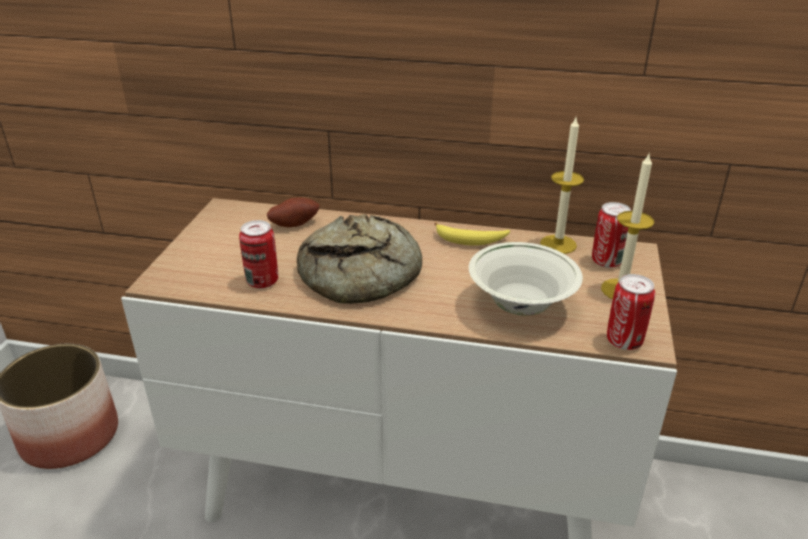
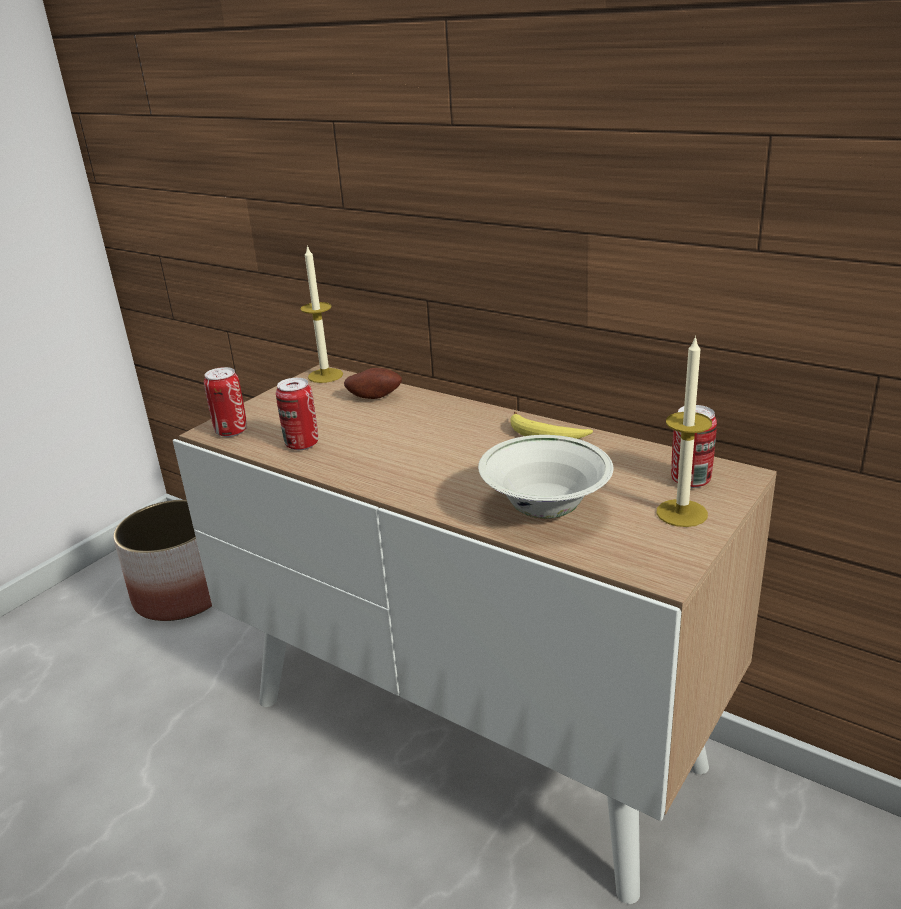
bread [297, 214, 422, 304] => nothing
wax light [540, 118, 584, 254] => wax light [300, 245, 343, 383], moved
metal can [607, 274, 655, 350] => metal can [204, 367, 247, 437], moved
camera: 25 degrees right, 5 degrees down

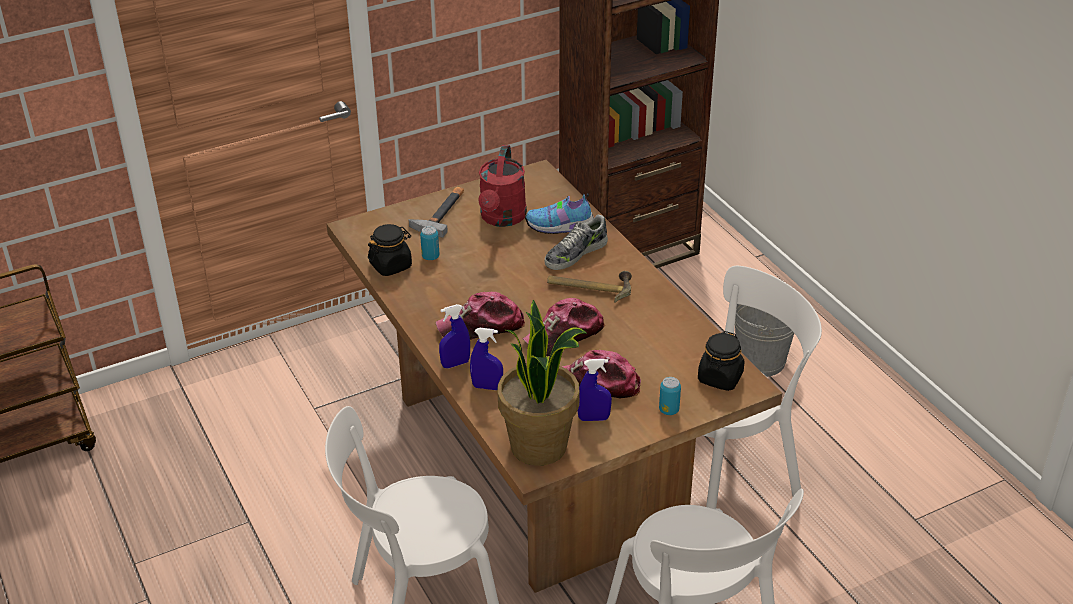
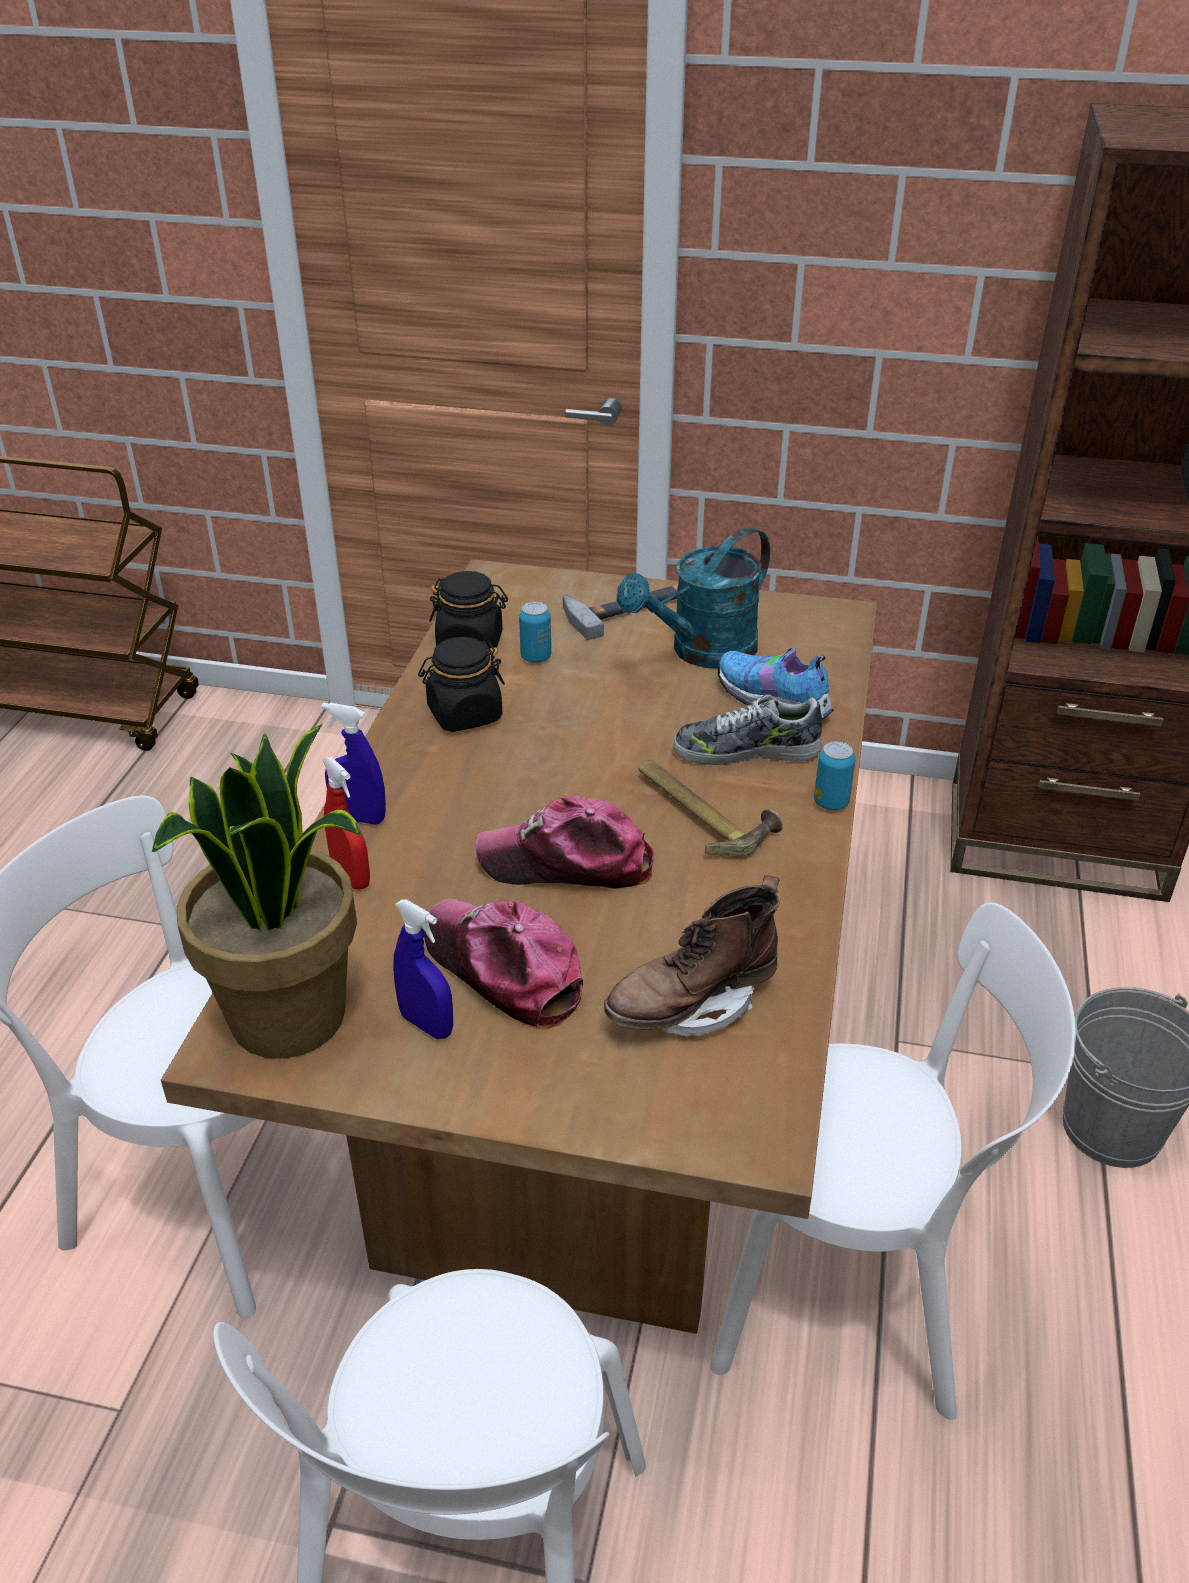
peaked cap [436, 292, 525, 340] => nothing
nothing => tall boot in brown [604, 875, 780, 1037]
metal can [659, 377, 681, 415] => metal can [814, 741, 856, 810], moved
storage jar in blackish [698, 331, 745, 391] => storage jar in blackish [418, 637, 505, 732], moved
sprayer in bluish [470, 328, 503, 390] => sprayer in reddish [322, 757, 370, 890]
watering pot in reddish [478, 145, 527, 227] => watering pot in blue-green [617, 527, 770, 668]
camera: 40 degrees right, 0 degrees up

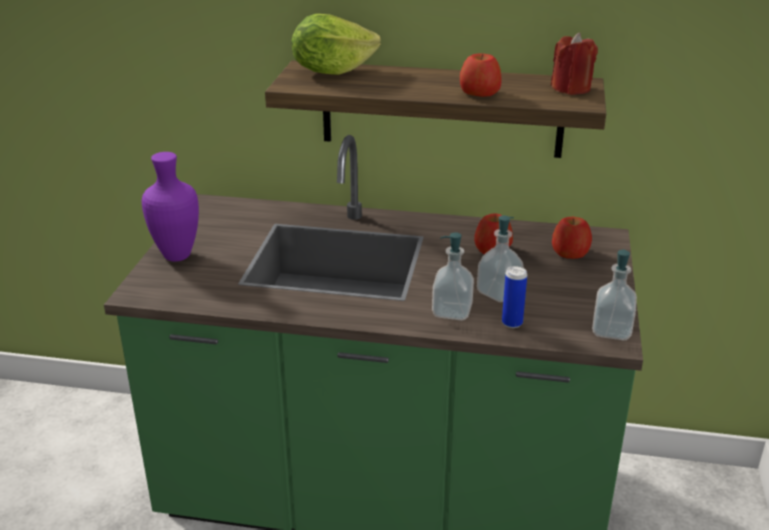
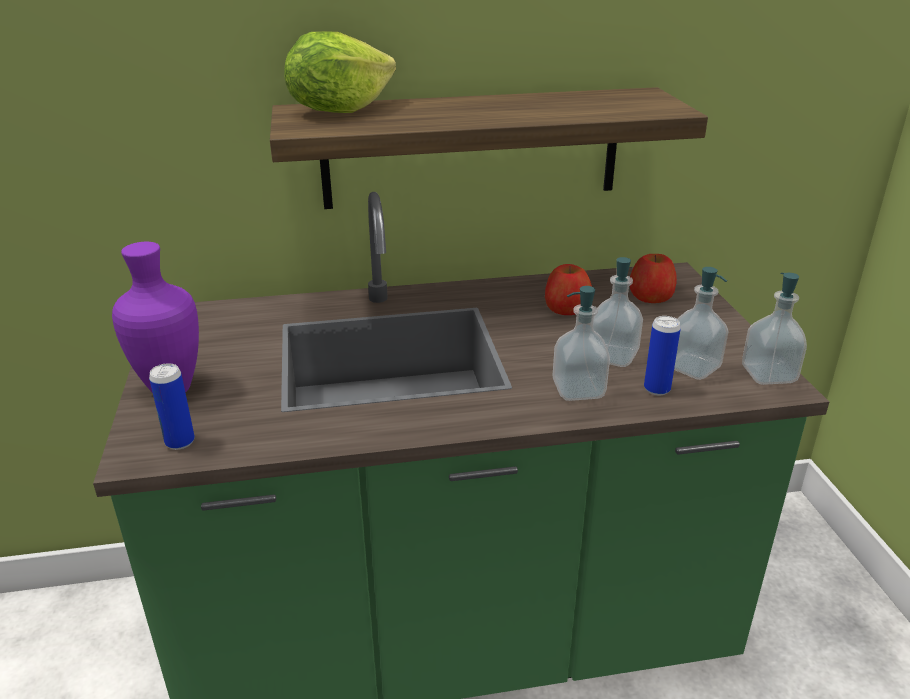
apple fruit [460, 53, 502, 97] => nothing
wax light in reddish [551, 33, 598, 95] => nothing
nothing => metal can [149, 363, 195, 450]
nothing => liquid soap bottle [674, 267, 729, 380]
camera: 20 degrees left, 0 degrees up

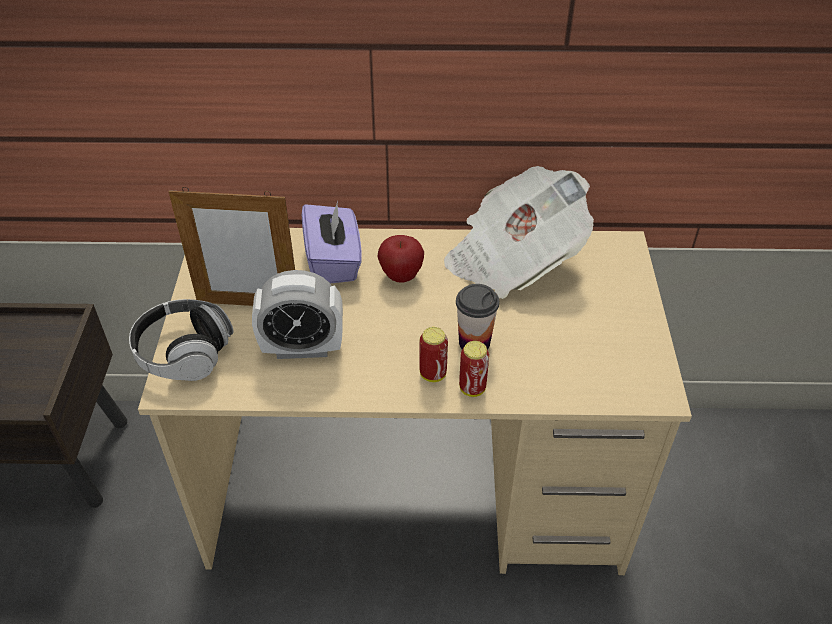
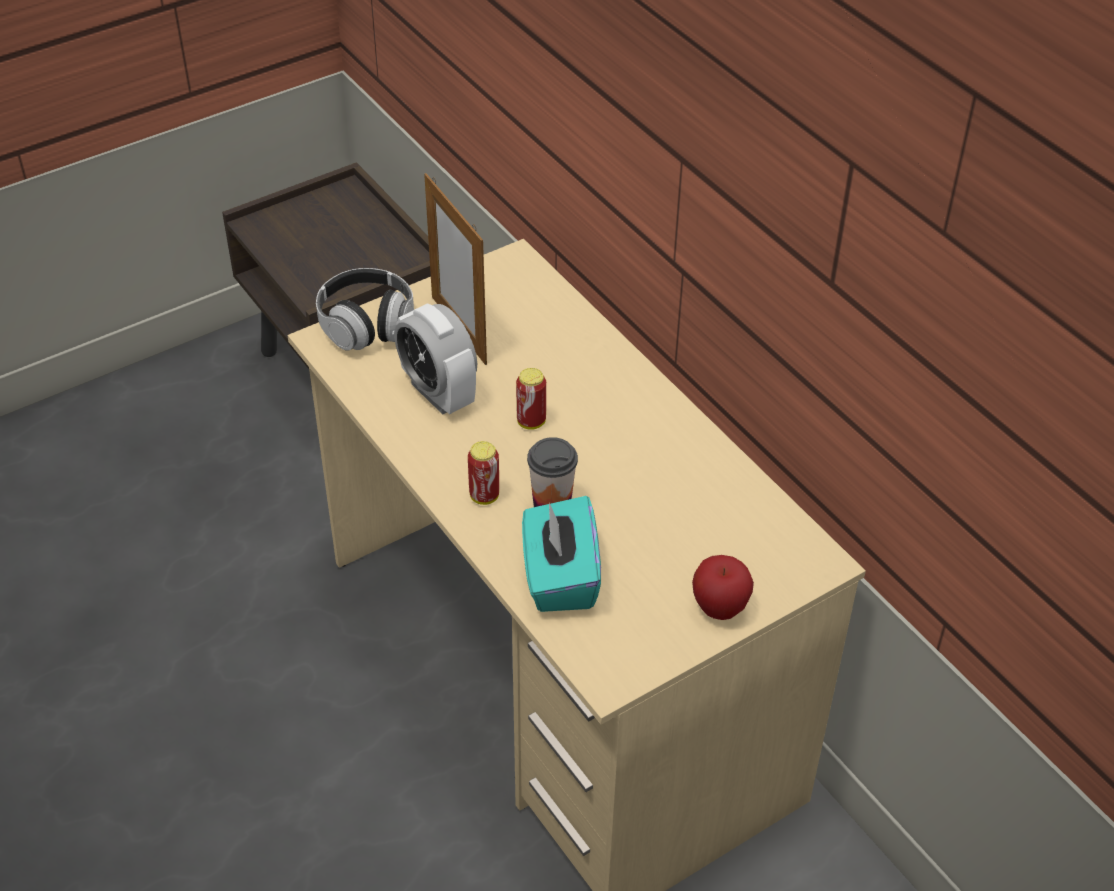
box of tissues in purple-coloured [302, 201, 362, 284] => nothing
daily paper [444, 166, 594, 299] => nothing
nothing => box of tissues in blue-green [522, 496, 601, 612]
apple fruit [378, 235, 424, 283] => apple fruit [692, 555, 754, 620], moved
metal can [459, 341, 489, 397] => metal can [516, 368, 546, 430], moved
camera: 55 degrees right, 0 degrees up

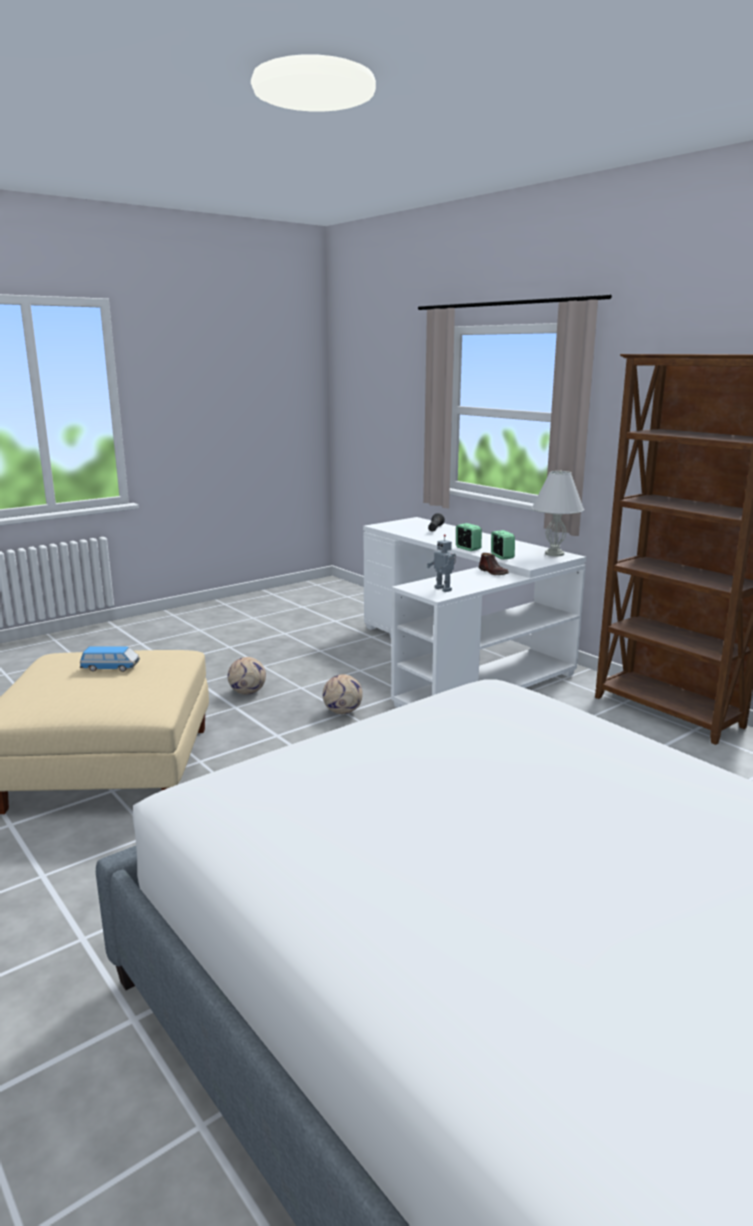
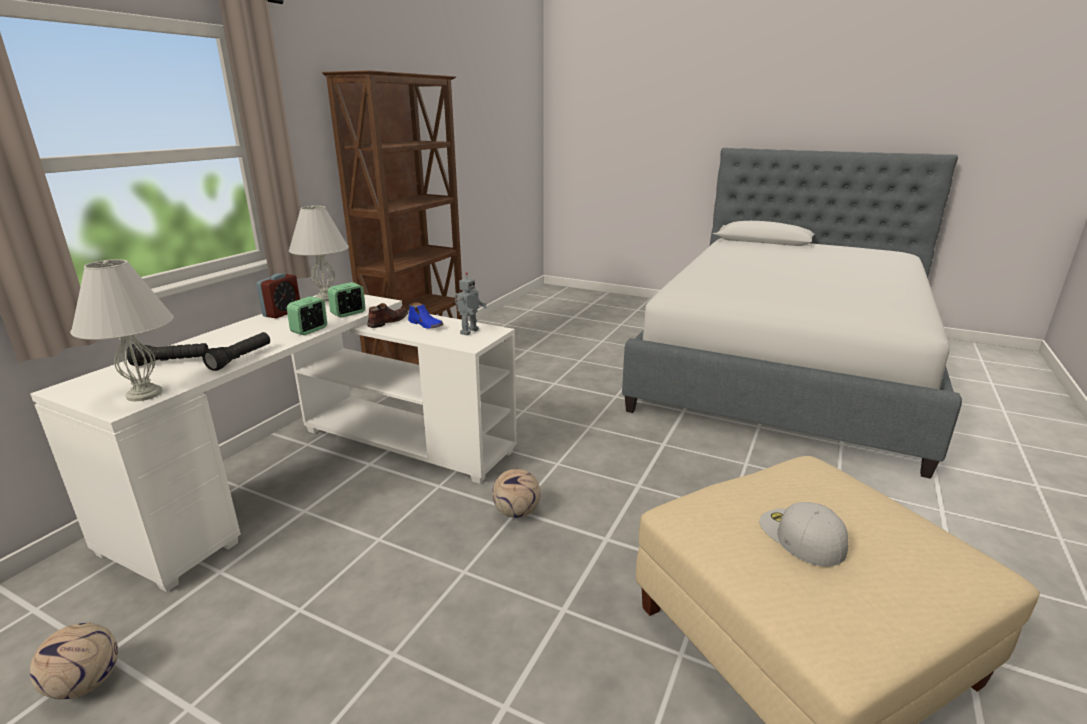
nothing => table lamp in white-coloured [70, 259, 174, 402]
nothing => flashlight in blackish [203, 332, 270, 371]
nothing => bedside clock [256, 273, 300, 318]
nothing => item of footwear in bluish [408, 303, 444, 329]
football ball [227, 657, 266, 695] => football ball [30, 623, 118, 699], moved
model car [80, 647, 140, 672] => peaked cap in white-coloured [759, 502, 848, 567]
camera: 115 degrees left, 5 degrees up

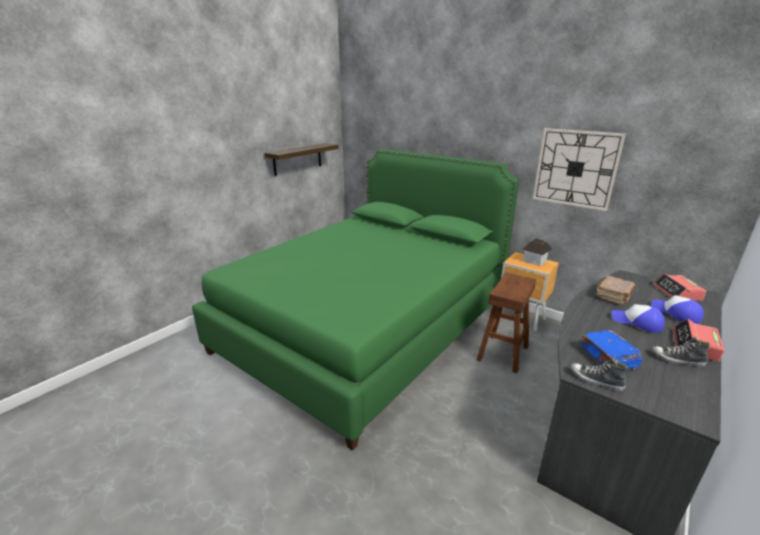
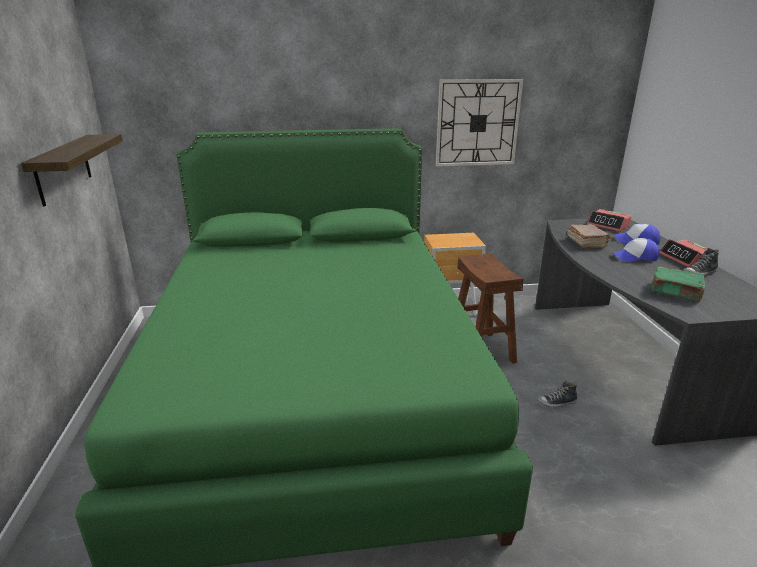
toy house [522, 238, 552, 266] => nothing
item of footwear [570, 357, 628, 391] => item of footwear [538, 380, 577, 408], moved
volume in bluish [582, 330, 642, 370] => volume in greenish [651, 267, 705, 302]
camera: 45 degrees left, 0 degrees up

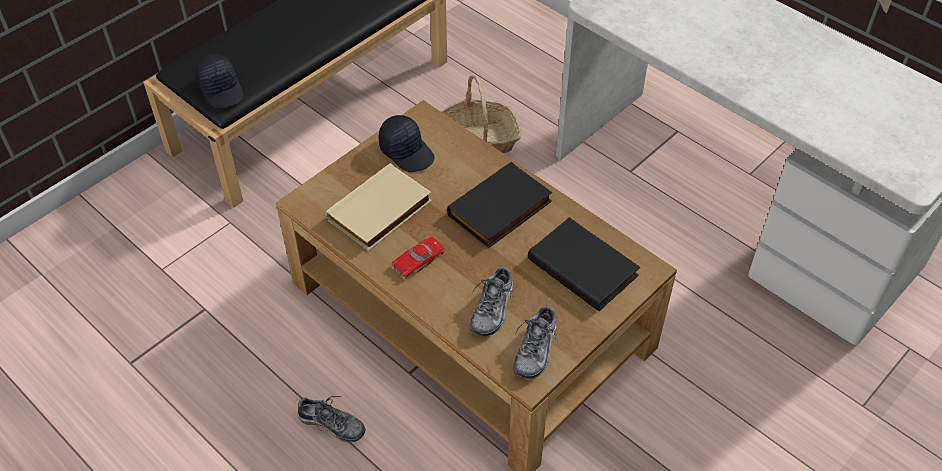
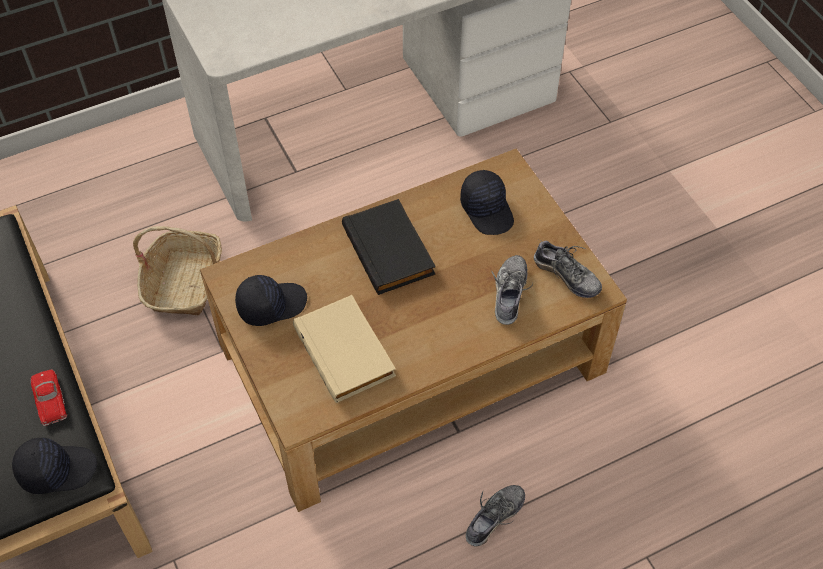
model car in reddish [391, 237, 445, 279] => model car in reddish [31, 370, 67, 426], moved
volume in blackish [528, 217, 640, 311] => peaked cap in blackish [460, 170, 514, 235]
item of footwear [470, 267, 513, 336] => item of footwear [492, 255, 533, 325], 120 degrees counterclockwise
camera: 70 degrees left, 5 degrees up

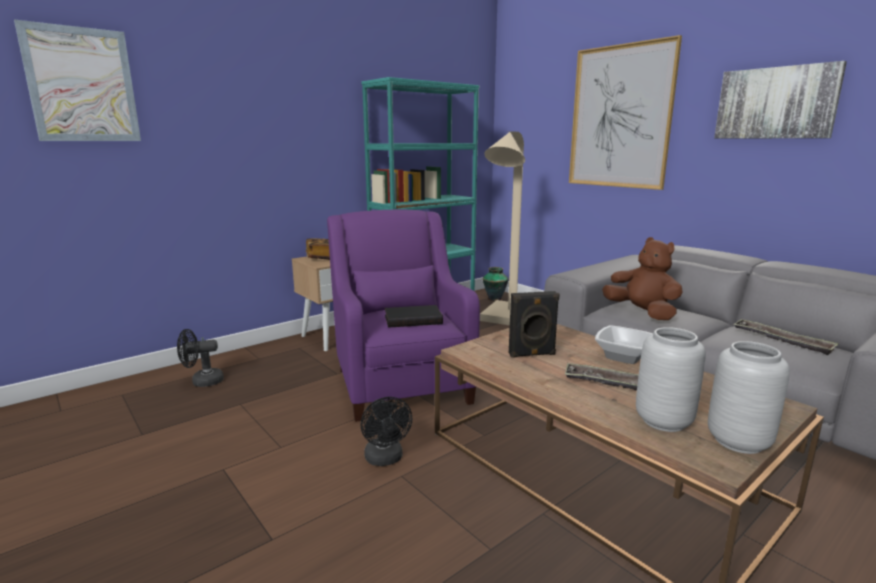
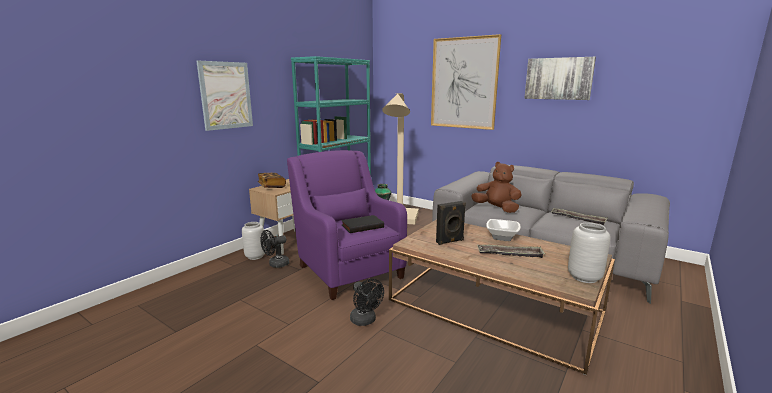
picture [14, 19, 141, 141] => picture [196, 61, 253, 131], moved
electric fan in blackish [177, 329, 224, 387] => electric fan in blackish [260, 230, 289, 268], moved
flower vase in greyish [636, 327, 706, 432] => flower vase in greyish [242, 222, 266, 260], moved
camera: 15 degrees left, 0 degrees up

